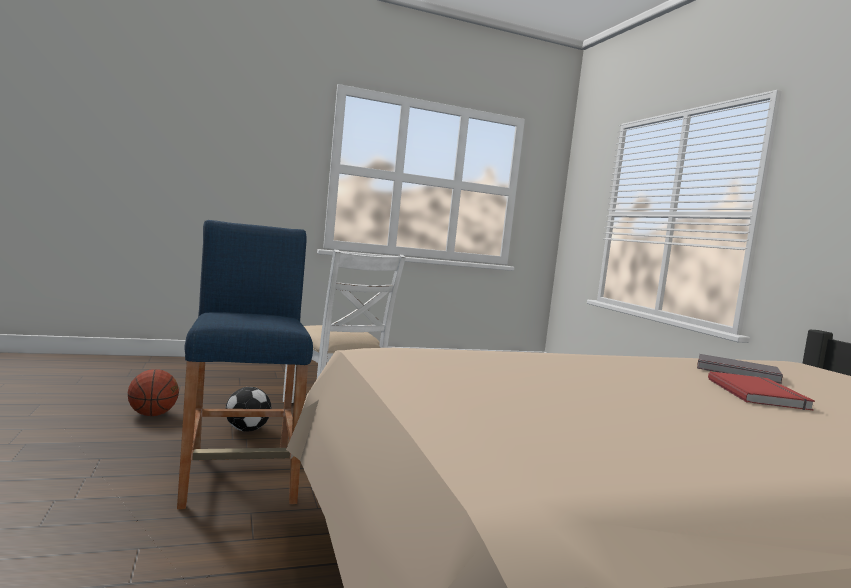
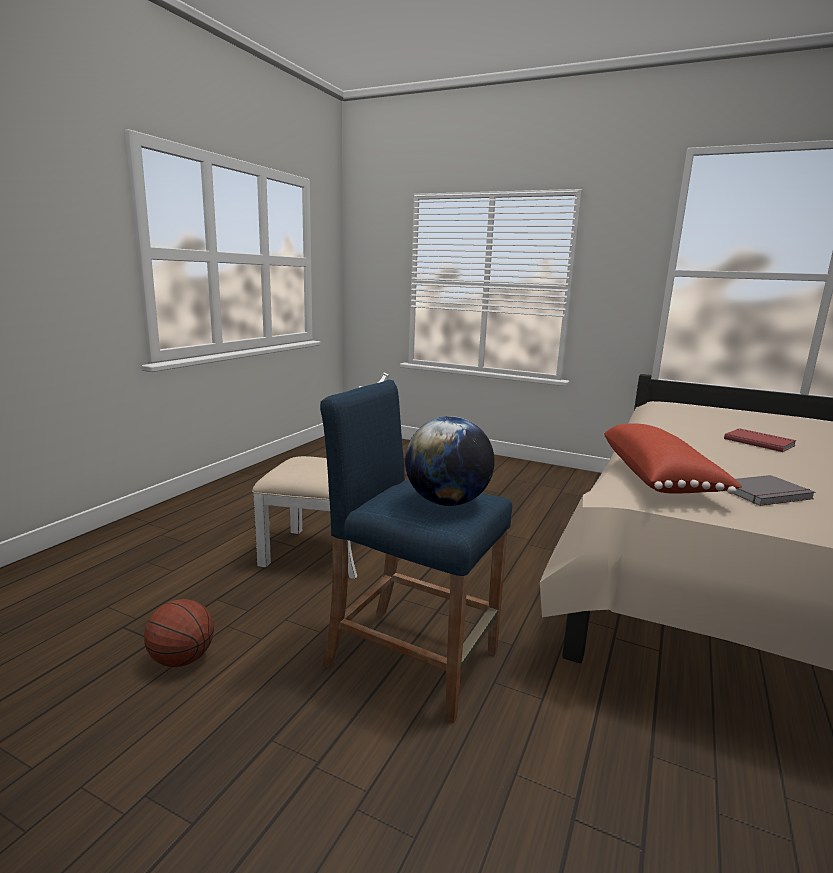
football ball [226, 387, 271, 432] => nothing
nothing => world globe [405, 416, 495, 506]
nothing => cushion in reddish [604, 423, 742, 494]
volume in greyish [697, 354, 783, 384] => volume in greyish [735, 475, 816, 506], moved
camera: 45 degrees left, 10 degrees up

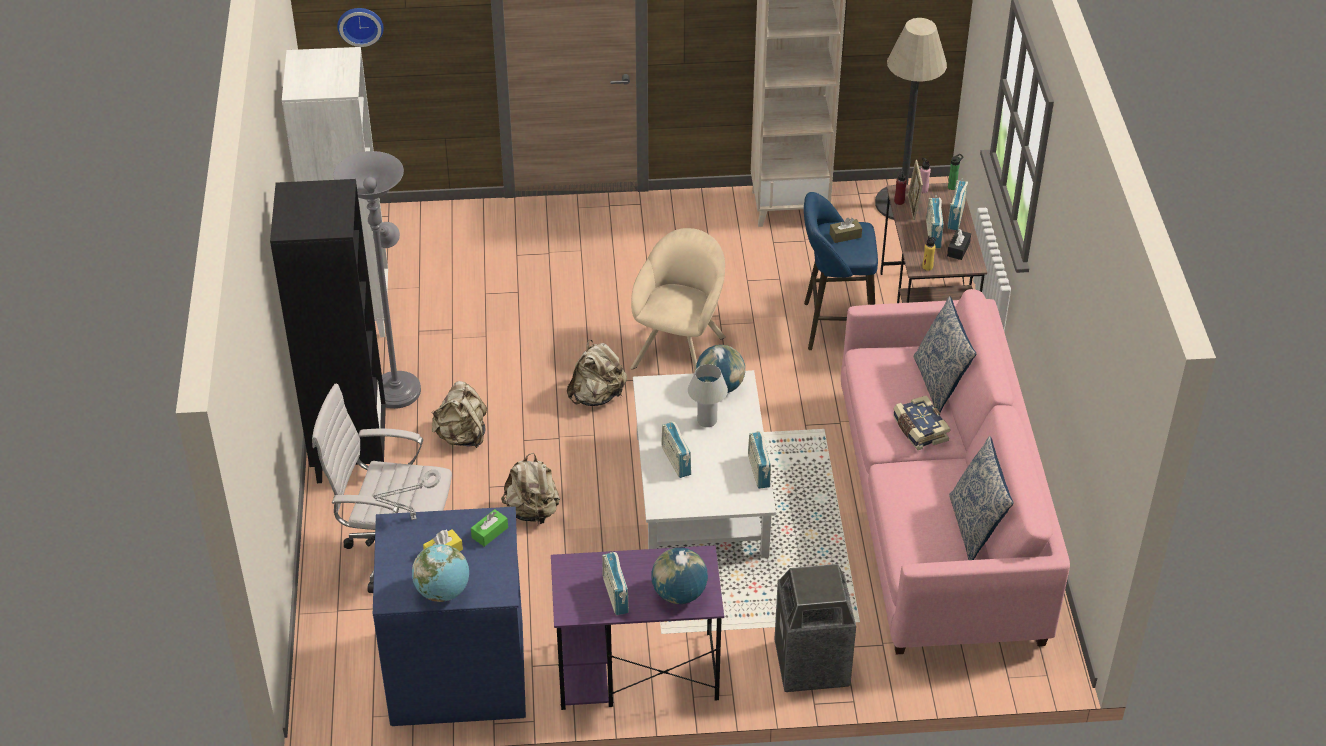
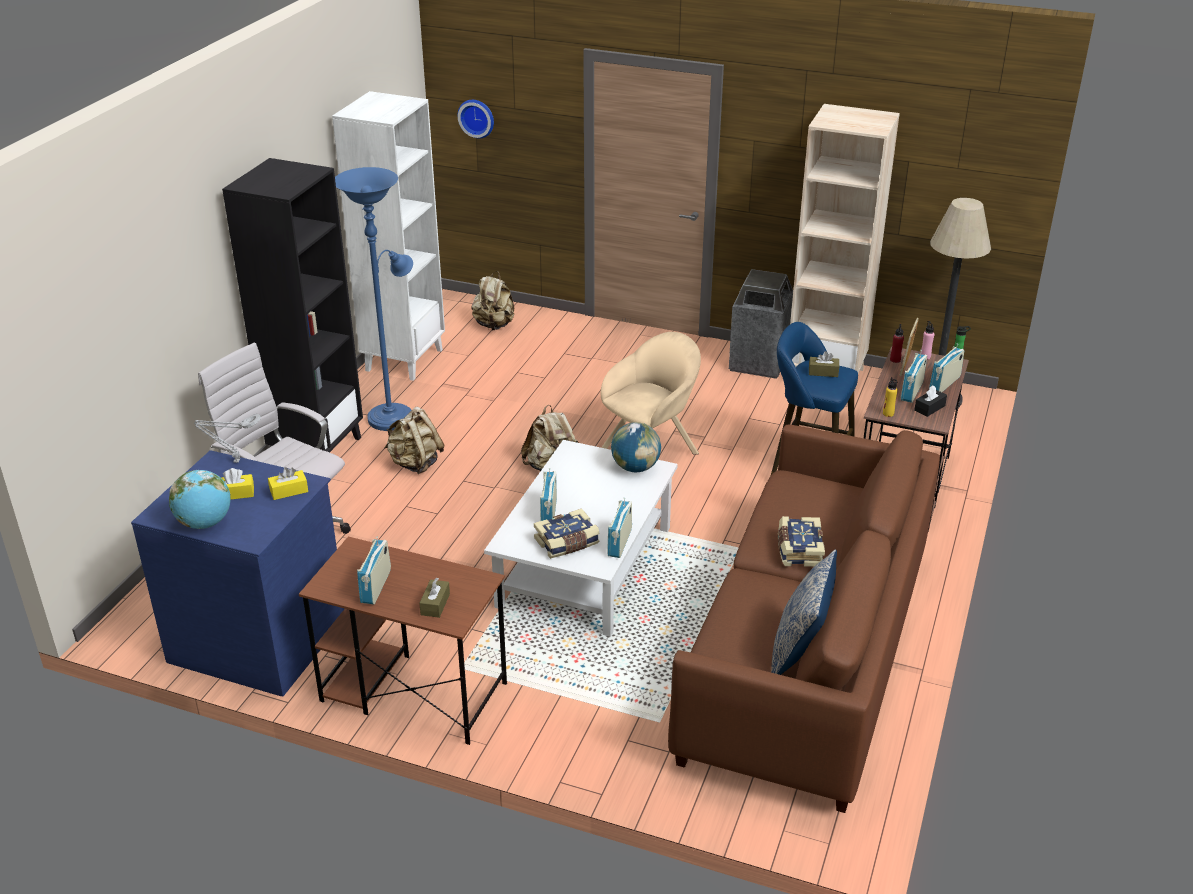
table lamp in white-coloured [688, 364, 728, 427] => nothing
cushion [913, 296, 976, 412] => nothing
nothing => volume [534, 508, 599, 559]
rucksack in beige-coloured [501, 453, 560, 525] => rucksack in beige-coloured [471, 271, 514, 330], moved
waste bin [774, 564, 856, 692] => waste bin [729, 269, 793, 379], moved
world globe [651, 548, 708, 604] => box of tissues in brown [419, 578, 450, 618]
standing lamp in greyish [334, 151, 421, 409] => standing lamp in bluish [335, 167, 413, 431]
box of tissues in greenish [471, 509, 508, 547] => box of tissues in yellow [268, 467, 308, 500]
desk in purple-coloured [551, 545, 724, 710] => desk in brown [299, 536, 507, 745]
settee in pink-coloured [841, 289, 1070, 655] => settee in brown [668, 425, 940, 813]
camera: 25 degrees right, 10 degrees down

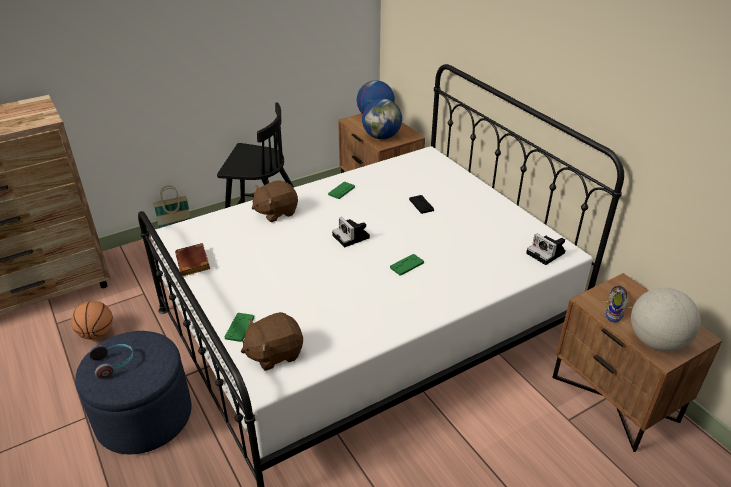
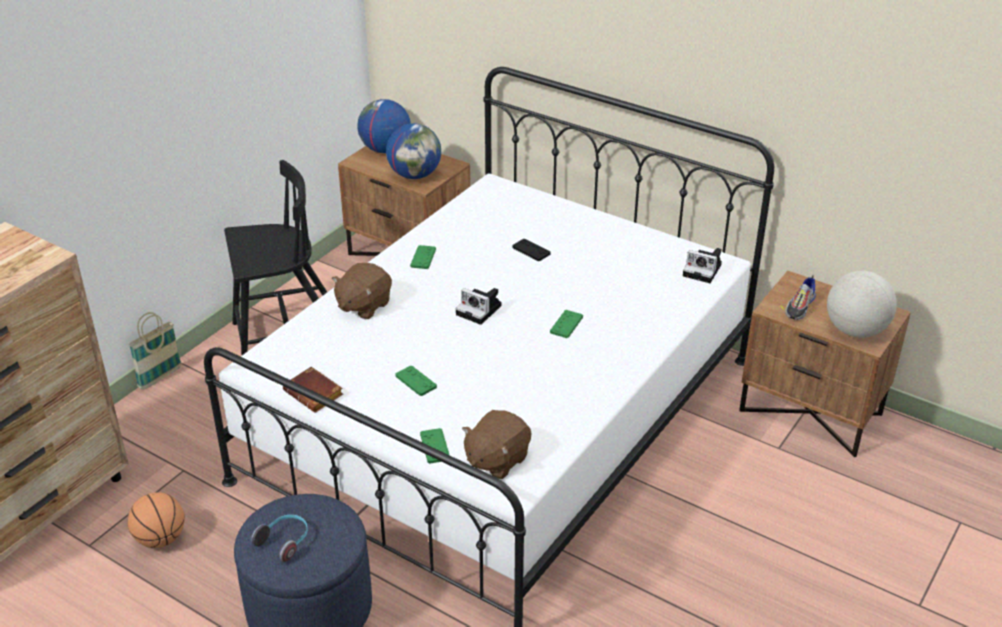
nothing => gamepad in greenish [395, 365, 437, 396]
item of footwear [602, 286, 633, 323] => item of footwear [781, 275, 816, 320], 150 degrees counterclockwise
camera: 25 degrees left, 0 degrees up

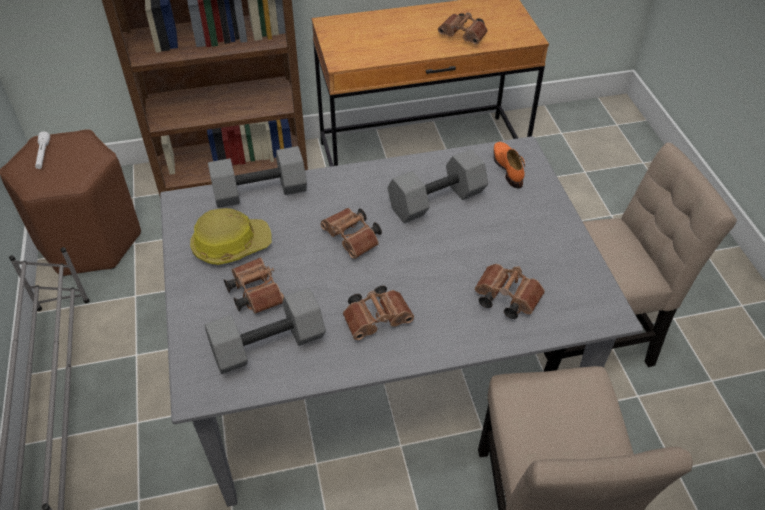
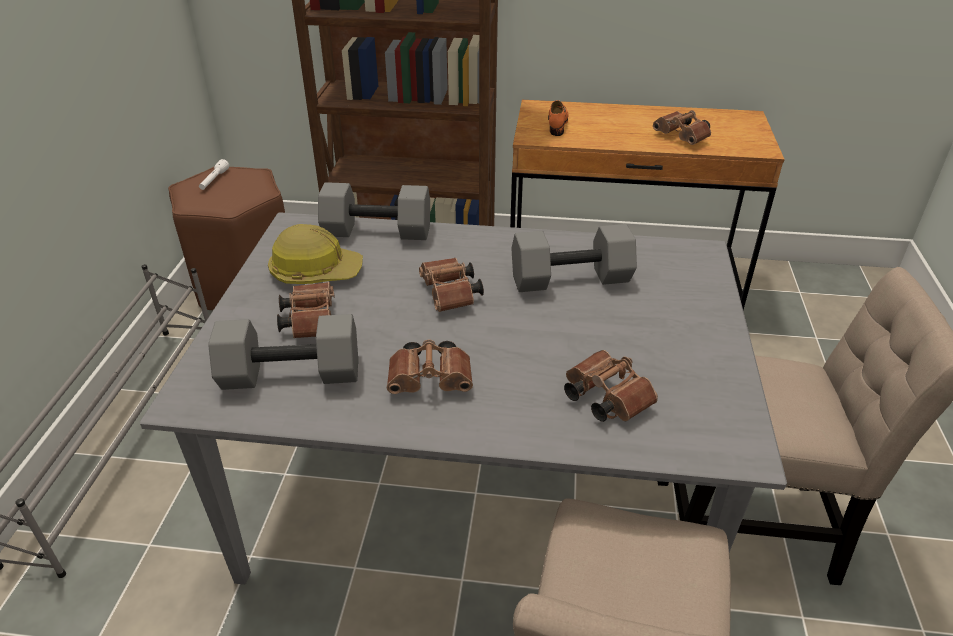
item of footwear in orange [494, 142, 525, 188] => item of footwear in orange [548, 100, 569, 136], moved
camera: 20 degrees right, 10 degrees down

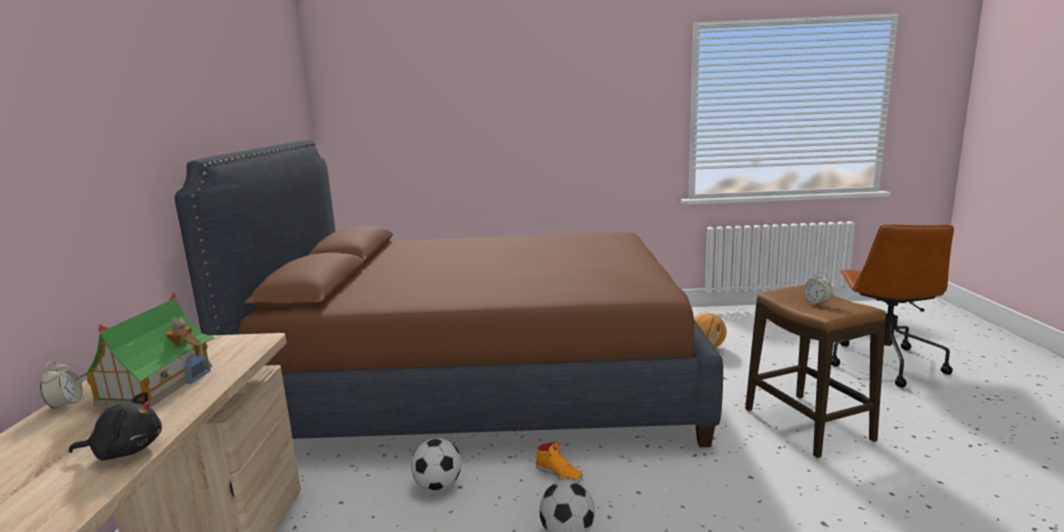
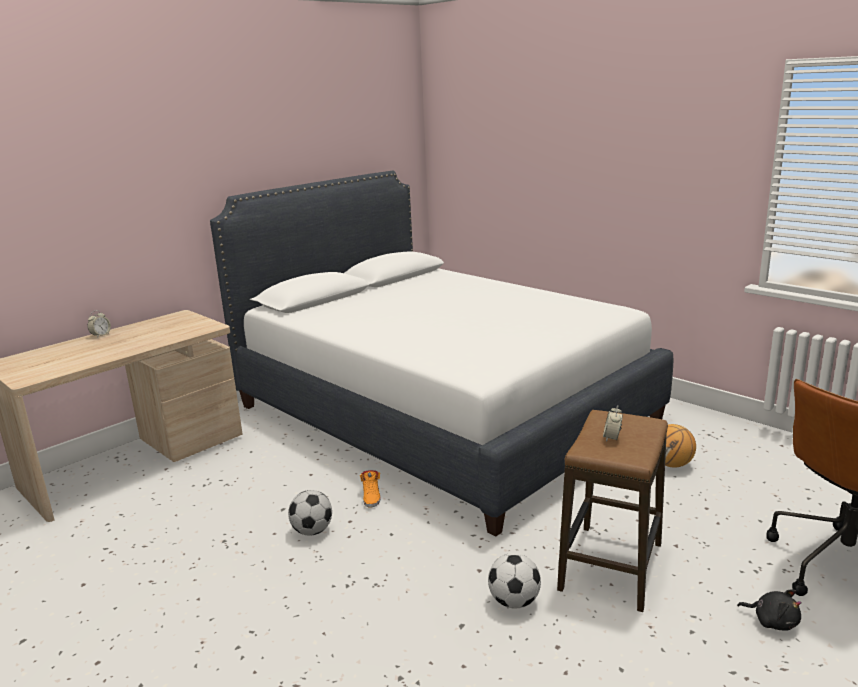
toy house [75, 293, 215, 407] => nothing
soft toy in blackish [69, 392, 162, 461] => soft toy in blackish [737, 590, 802, 631], moved
football ball [411, 438, 462, 491] => football ball [488, 553, 541, 608], moved
sleeping bed in brown [174, 140, 723, 447] => sleeping bed in white-coloured [210, 171, 673, 537]
camera: 45 degrees right, 5 degrees up

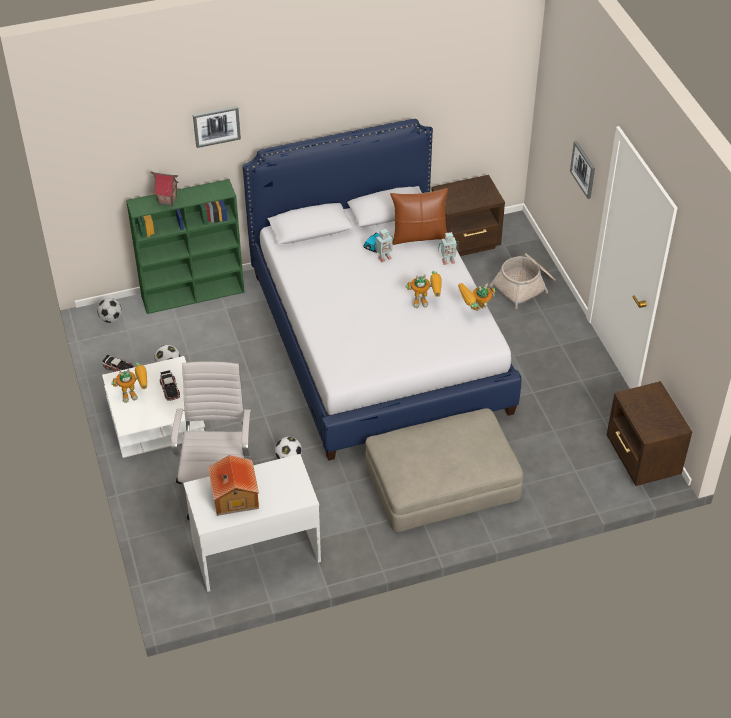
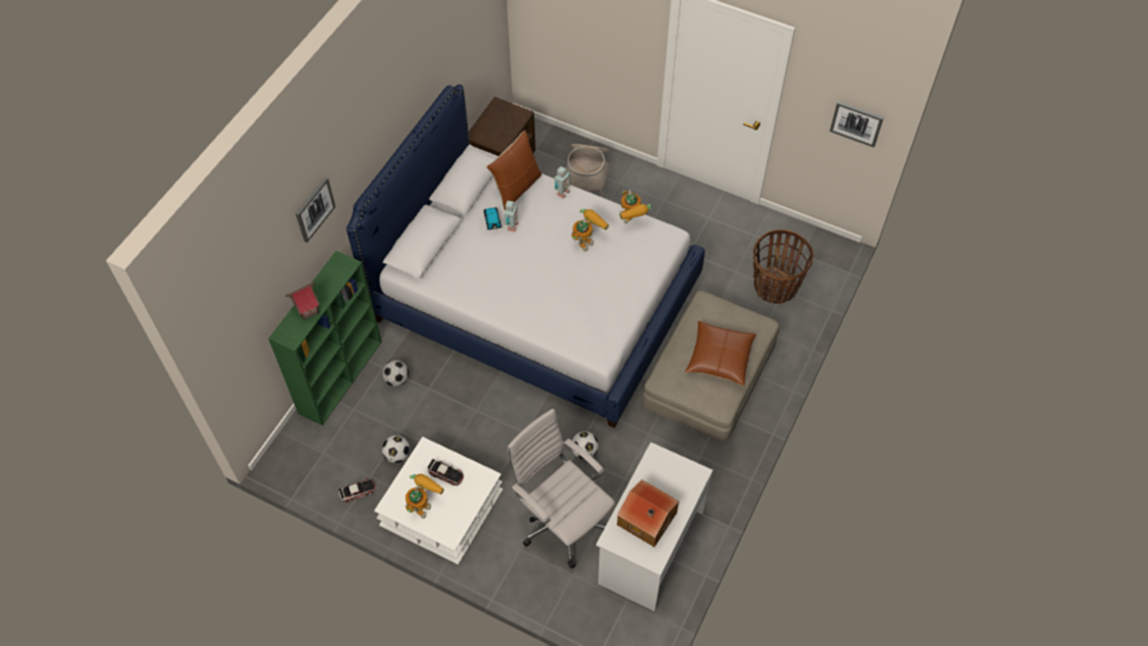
bedside table in brown [607, 381, 692, 486] => nothing
nothing => cushion in brown [685, 321, 756, 386]
nothing => storage basket [753, 230, 814, 304]
football ball [97, 298, 122, 323] => football ball [382, 360, 409, 386], moved
picture [570, 141, 595, 199] => picture [830, 101, 884, 147], moved
toy robot [458, 283, 495, 311] => toy robot [619, 190, 651, 224], 45 degrees counterclockwise
camera: 45 degrees left, 10 degrees up

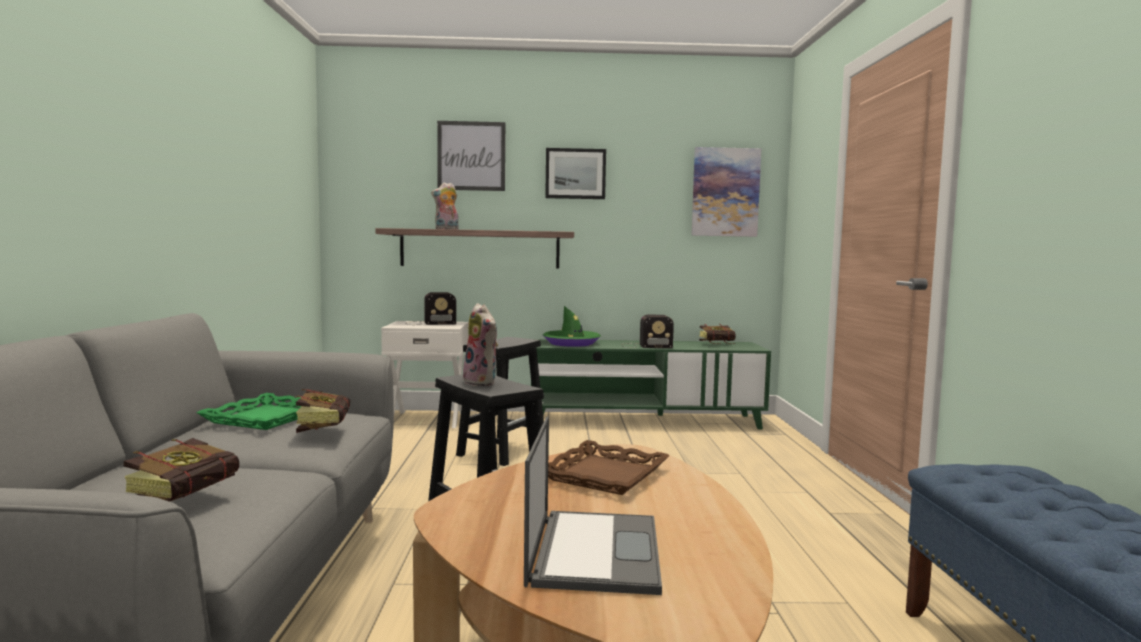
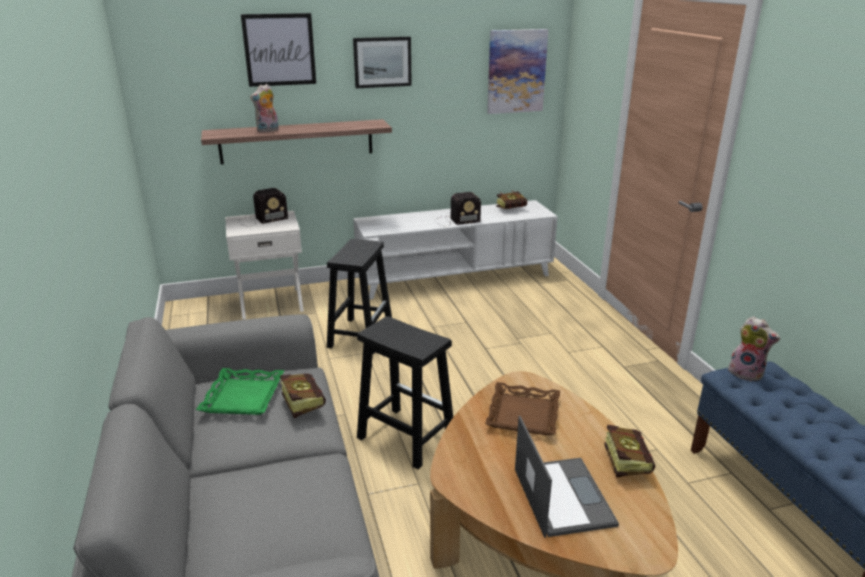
wearable hat in greenish [543, 306, 601, 347] => nothing
volume [123, 438, 239, 502] => volume [604, 425, 655, 477], moved
soft toy [461, 303, 498, 386] => soft toy [728, 316, 780, 381], moved
tv unit in greenish [531, 339, 771, 430] => tv unit in white-coloured [353, 200, 558, 299]
camera: 15 degrees left, 20 degrees up

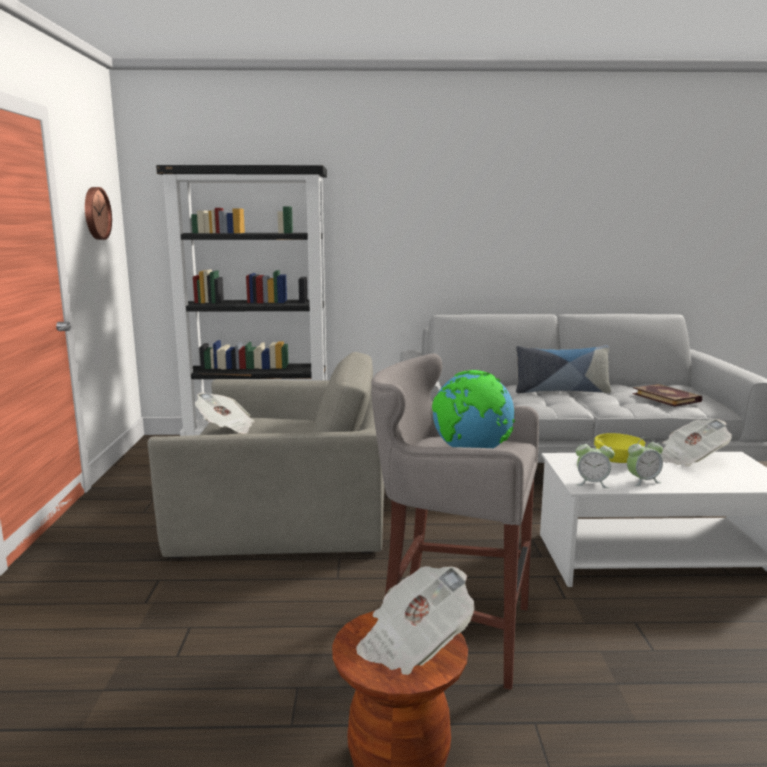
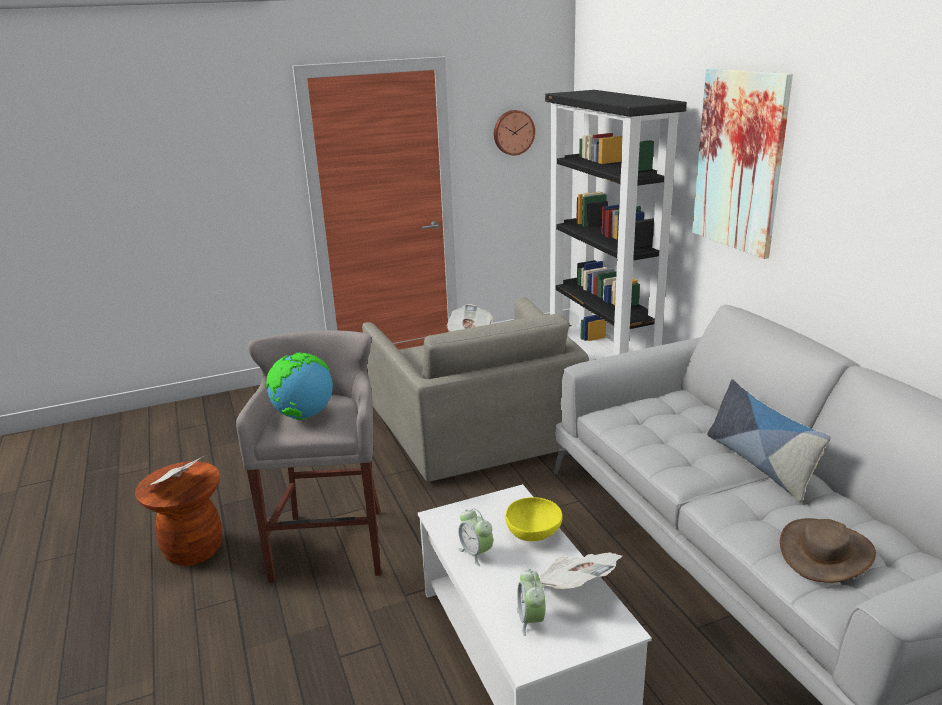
nothing => picture [692, 68, 793, 259]
bedside clock [575, 439, 615, 488] => bedside clock [517, 569, 545, 636], moved
volume [632, 384, 702, 407] => wearable hat in brown [780, 518, 876, 583]
camera: 70 degrees right, 10 degrees up

